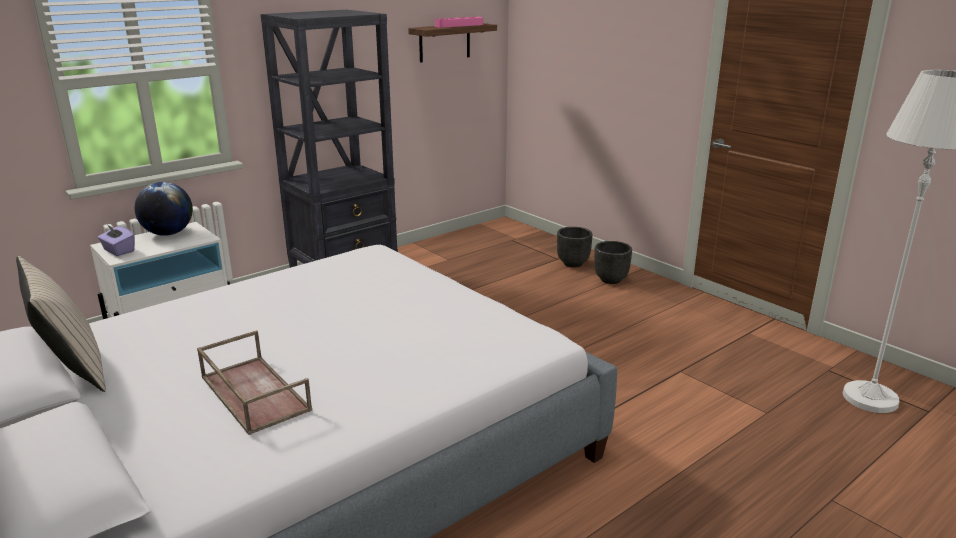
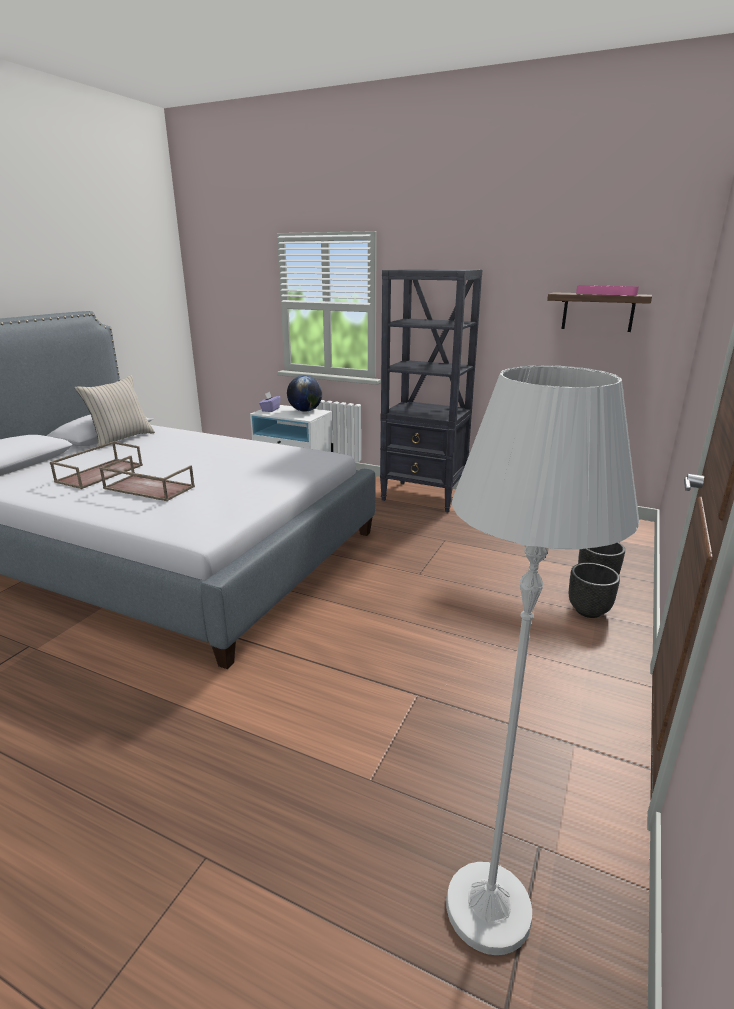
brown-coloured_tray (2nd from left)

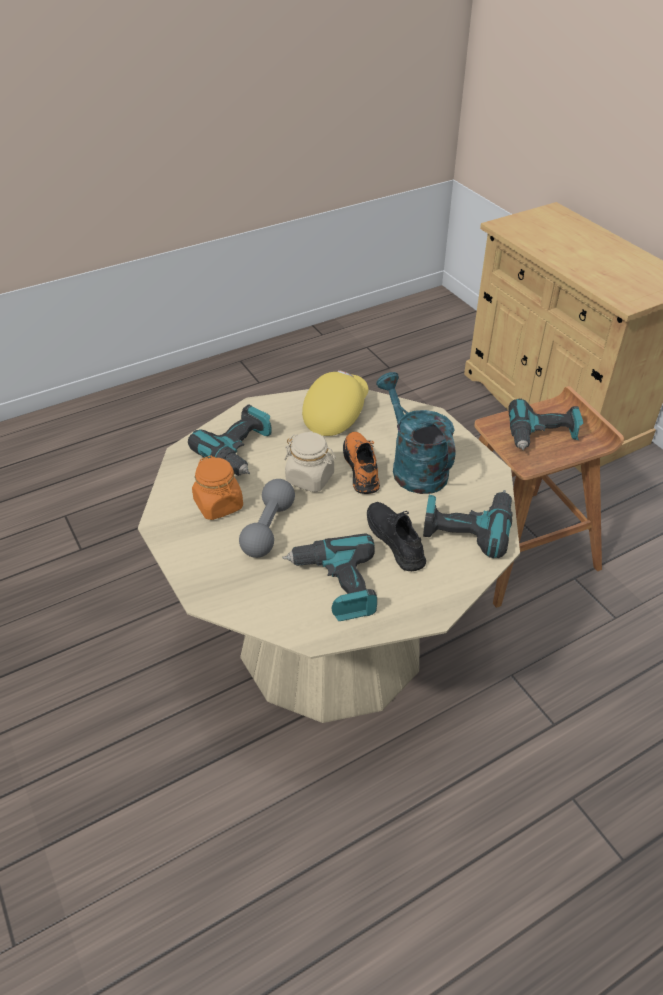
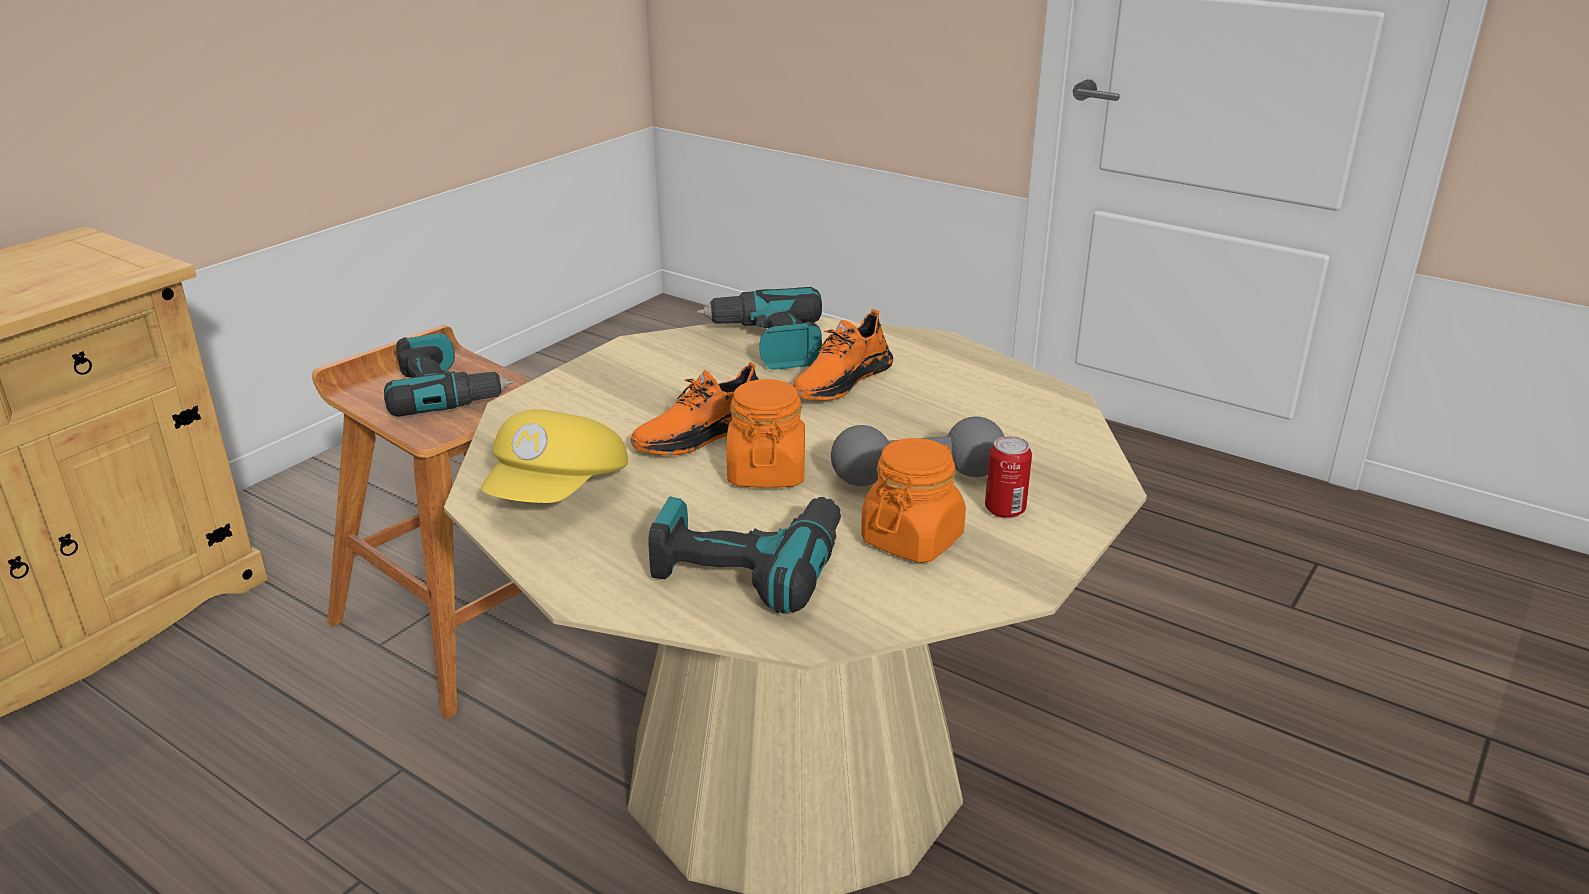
electric_drill (2nd from left in the first image)
turquoise-coloured_watering_pot
sealed_can
orange-coloured_preserve_jar (1st from left)
orange-coloured_item_of_footwear (2nd from left)
yellow-coloured_baseball_cap

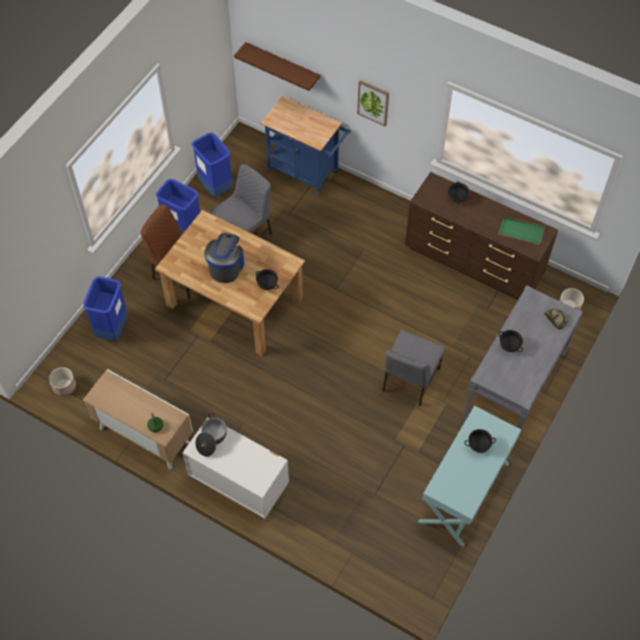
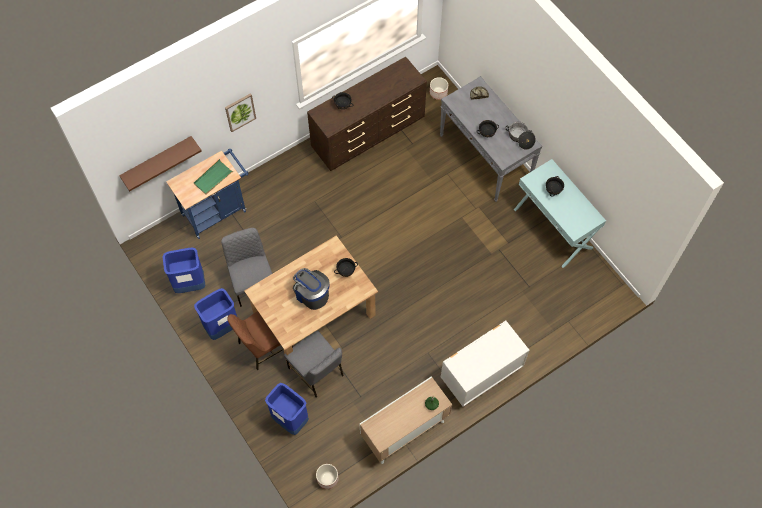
stockpot
grey_chair (2nd from left)
green-coloured_tray

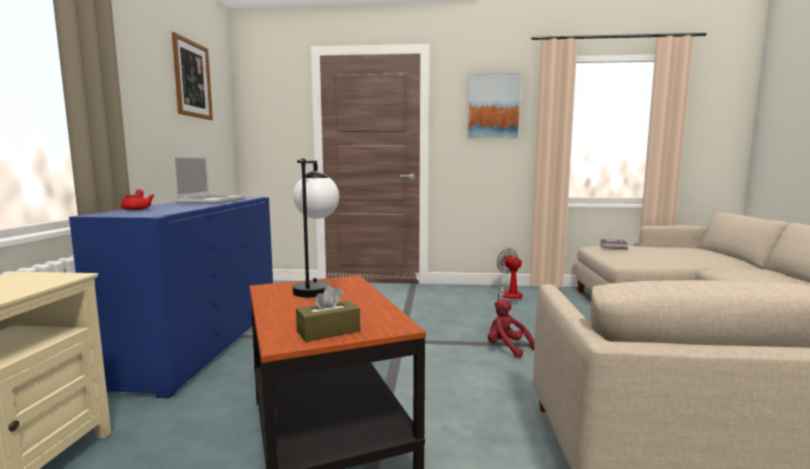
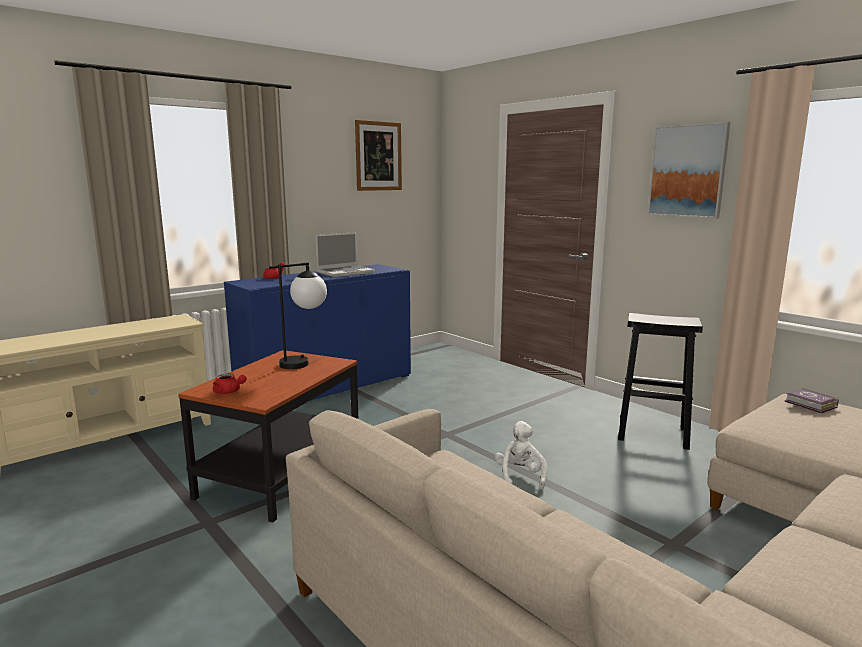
red-coloured_teapot (1st from left)
blackish_sitting_stool
whitish_plush_toy

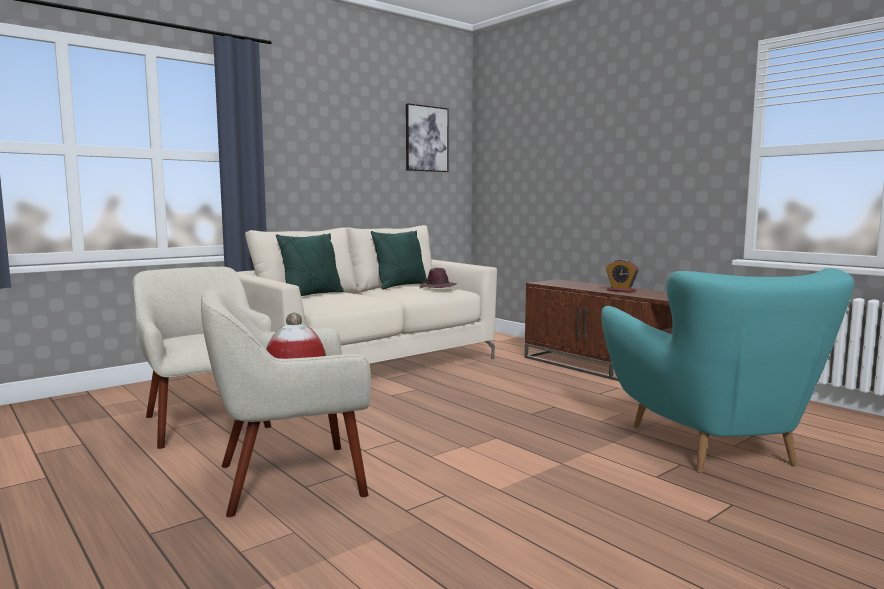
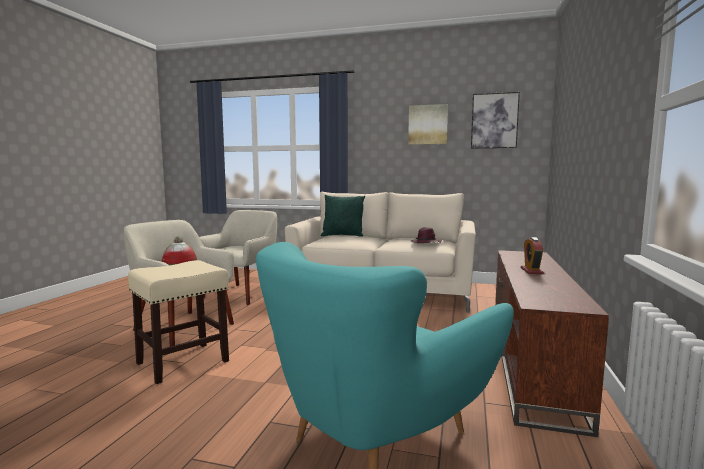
green-coloured_throw_pillow (2nd from left in the first image)
beige-coloured_sitting_stool
wall_picture (1st from left)

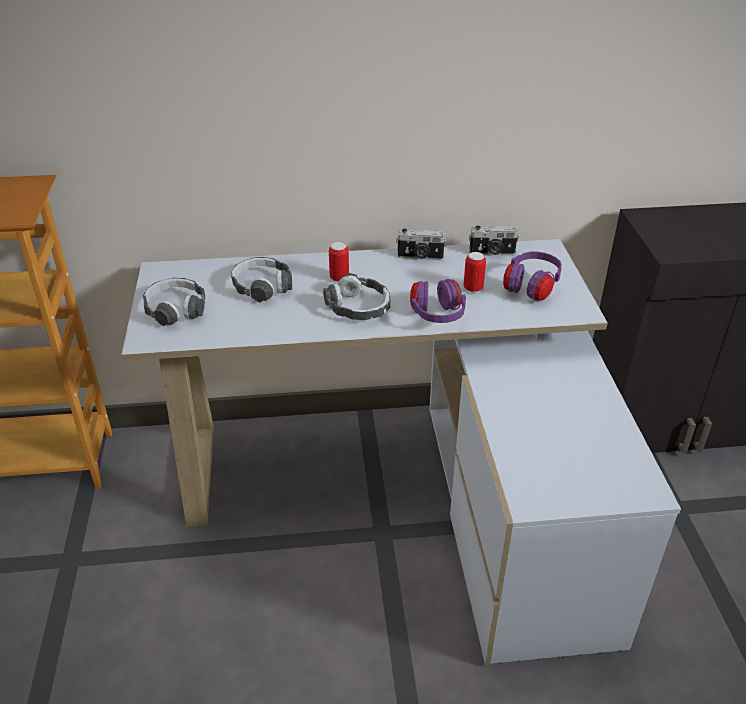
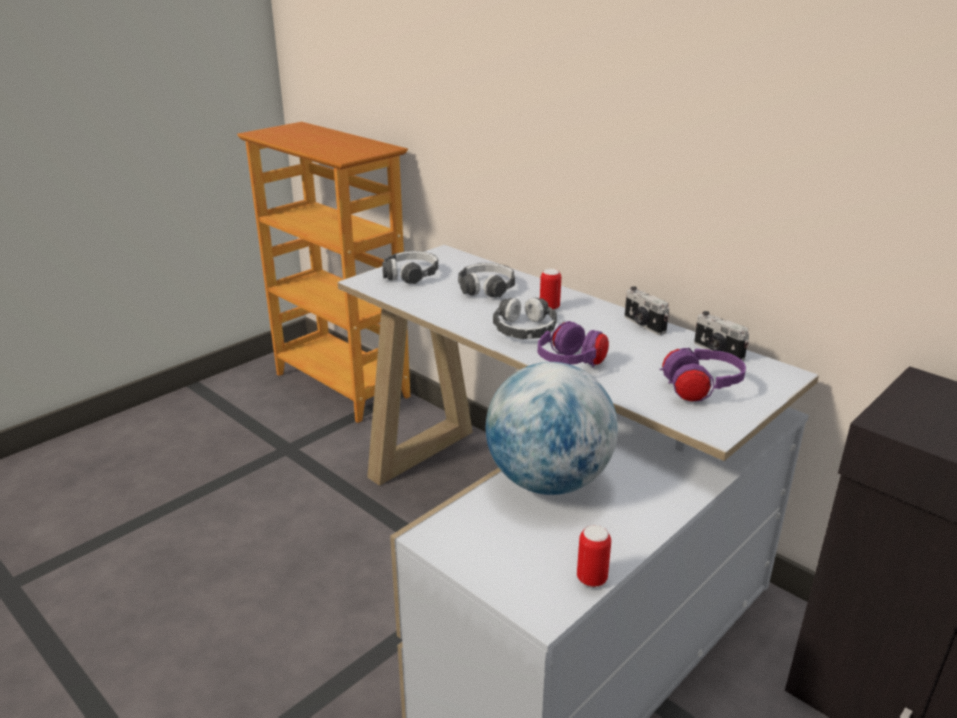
world_globe
sealed_can (2nd from left)

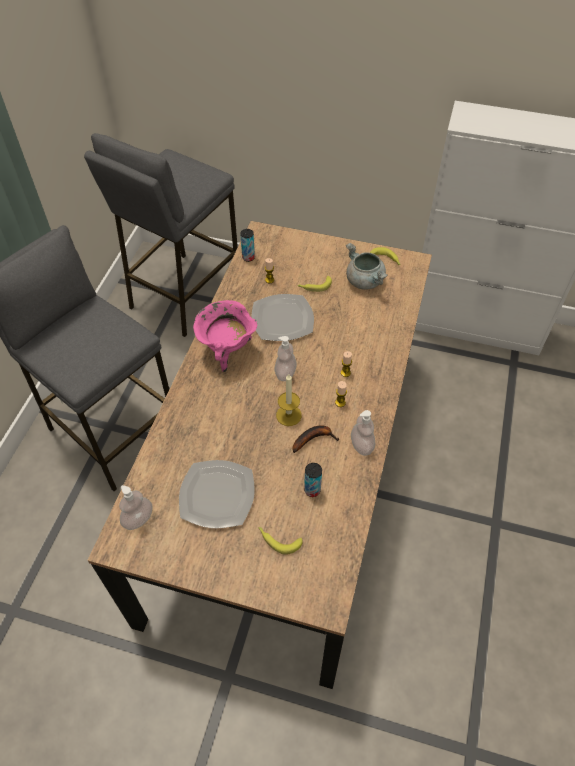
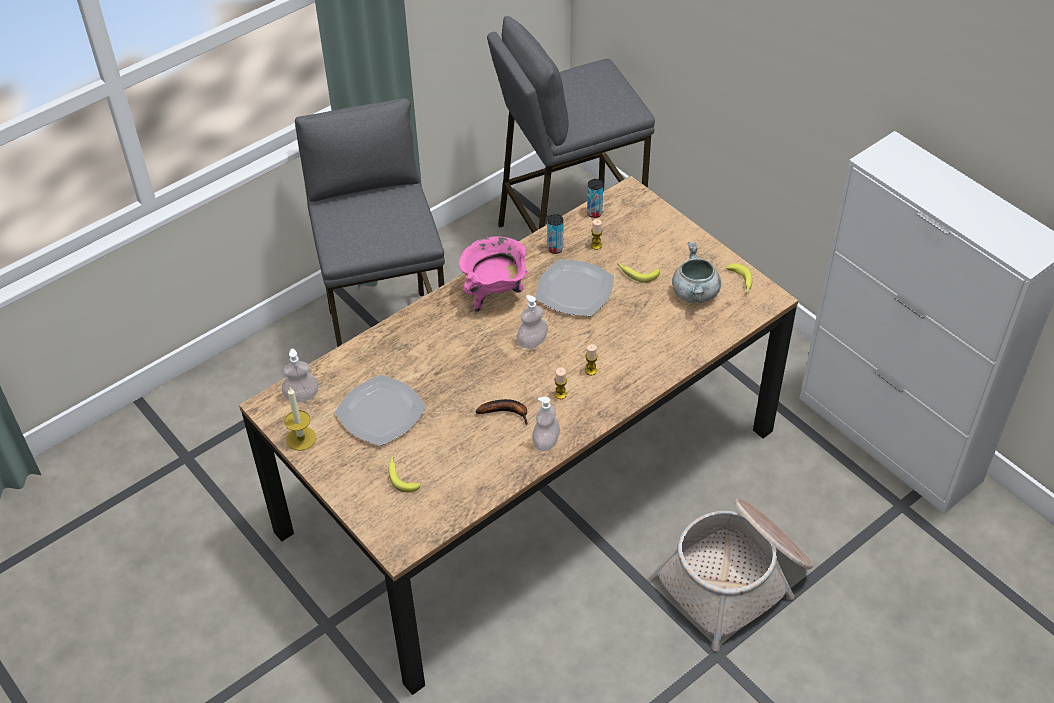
household_basket
candle (1st from left)
sealed_can (1st from left)

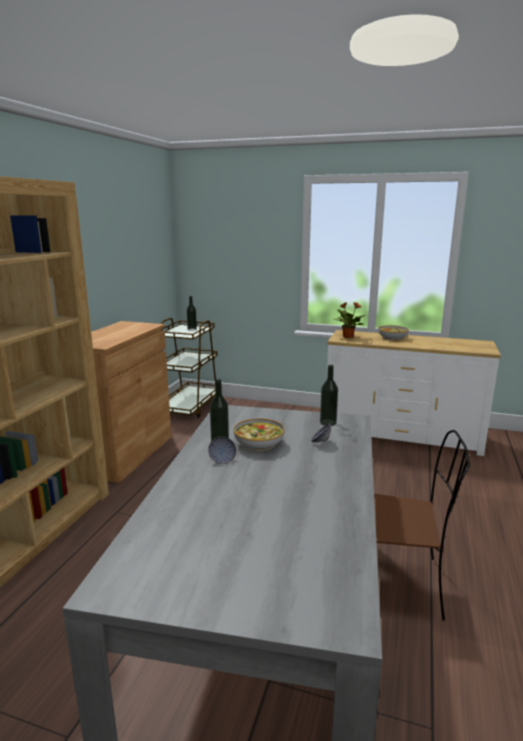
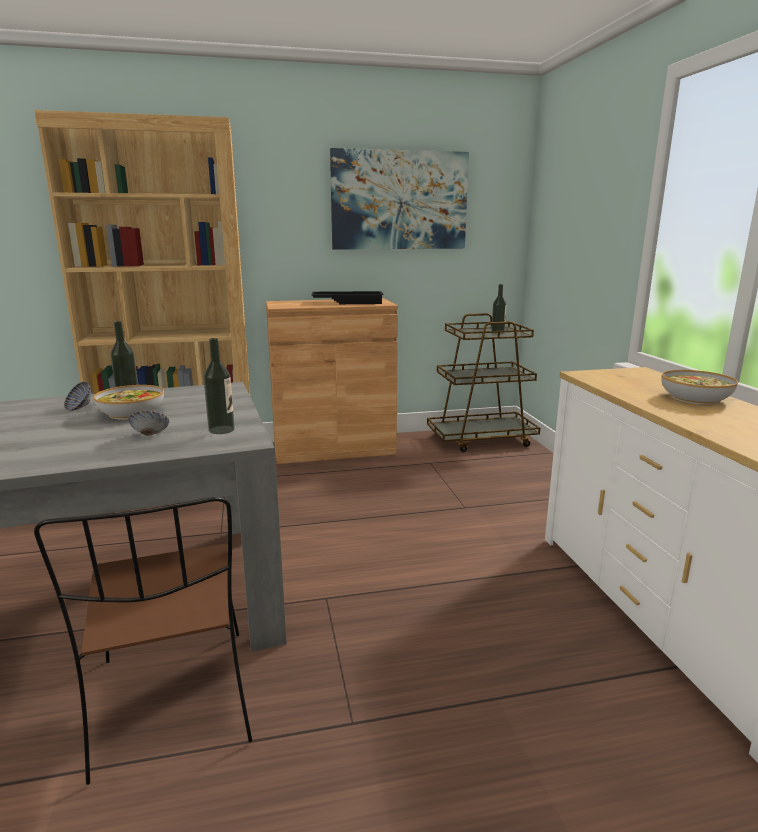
plant_in_a_pot
blackish_tray
wall_picture

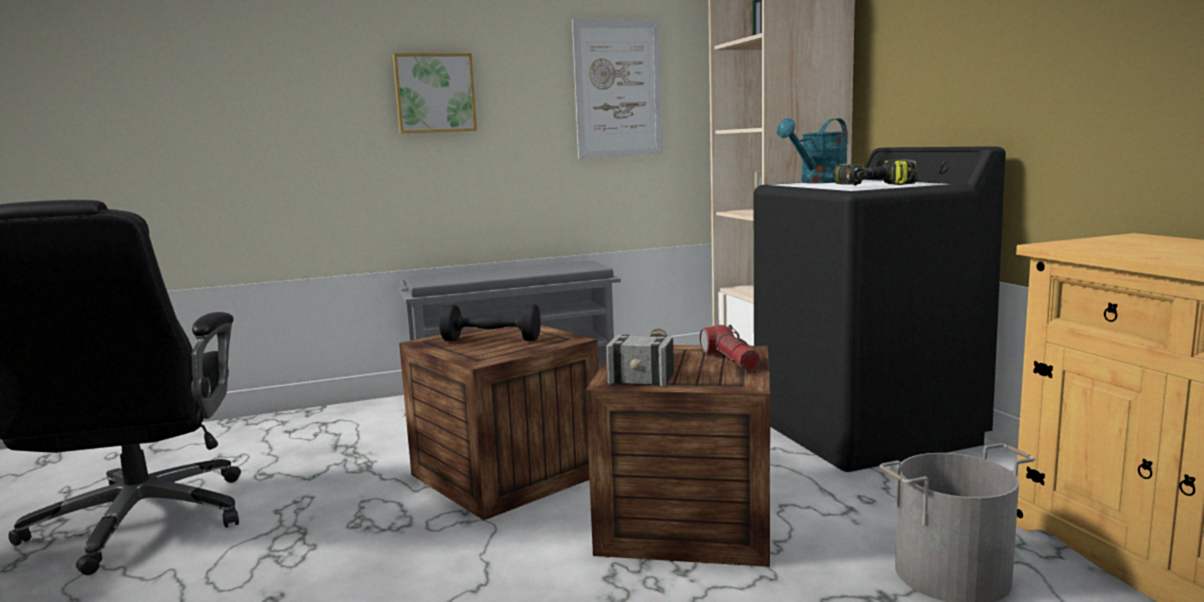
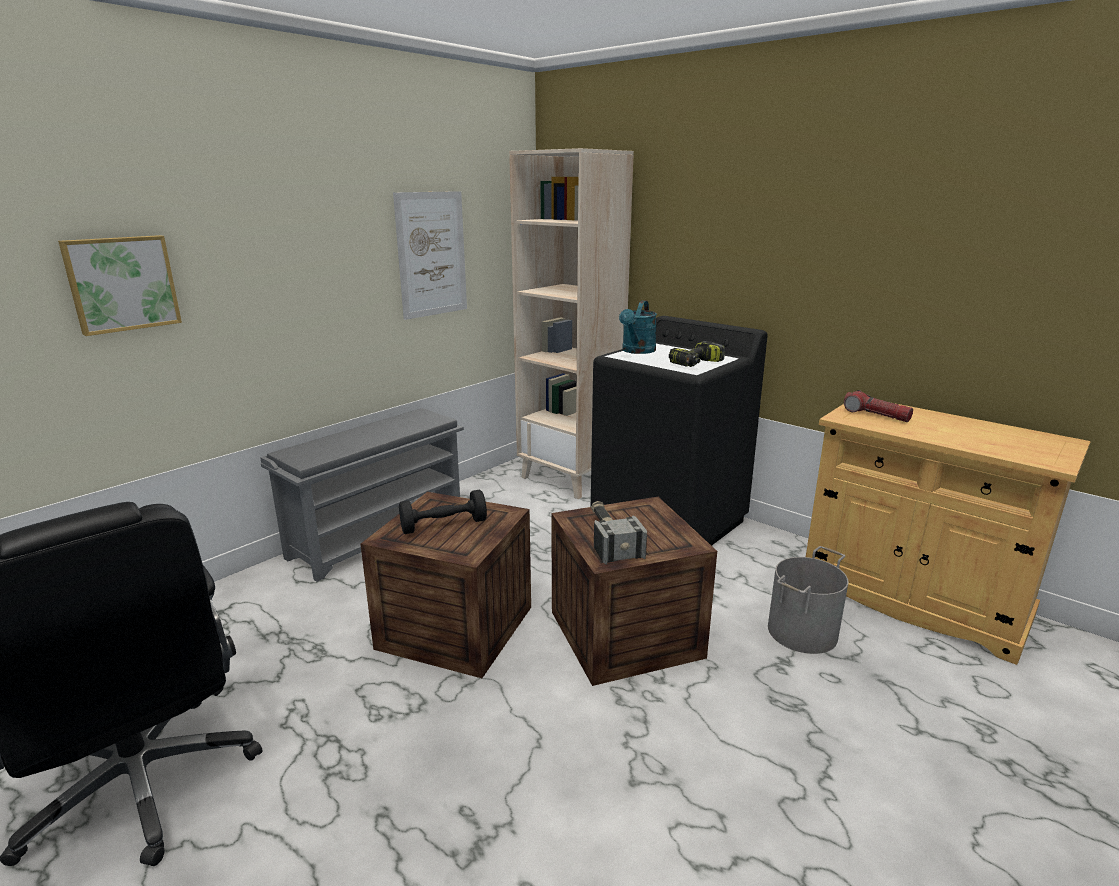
wall_picture (1st from left)
flashlight

